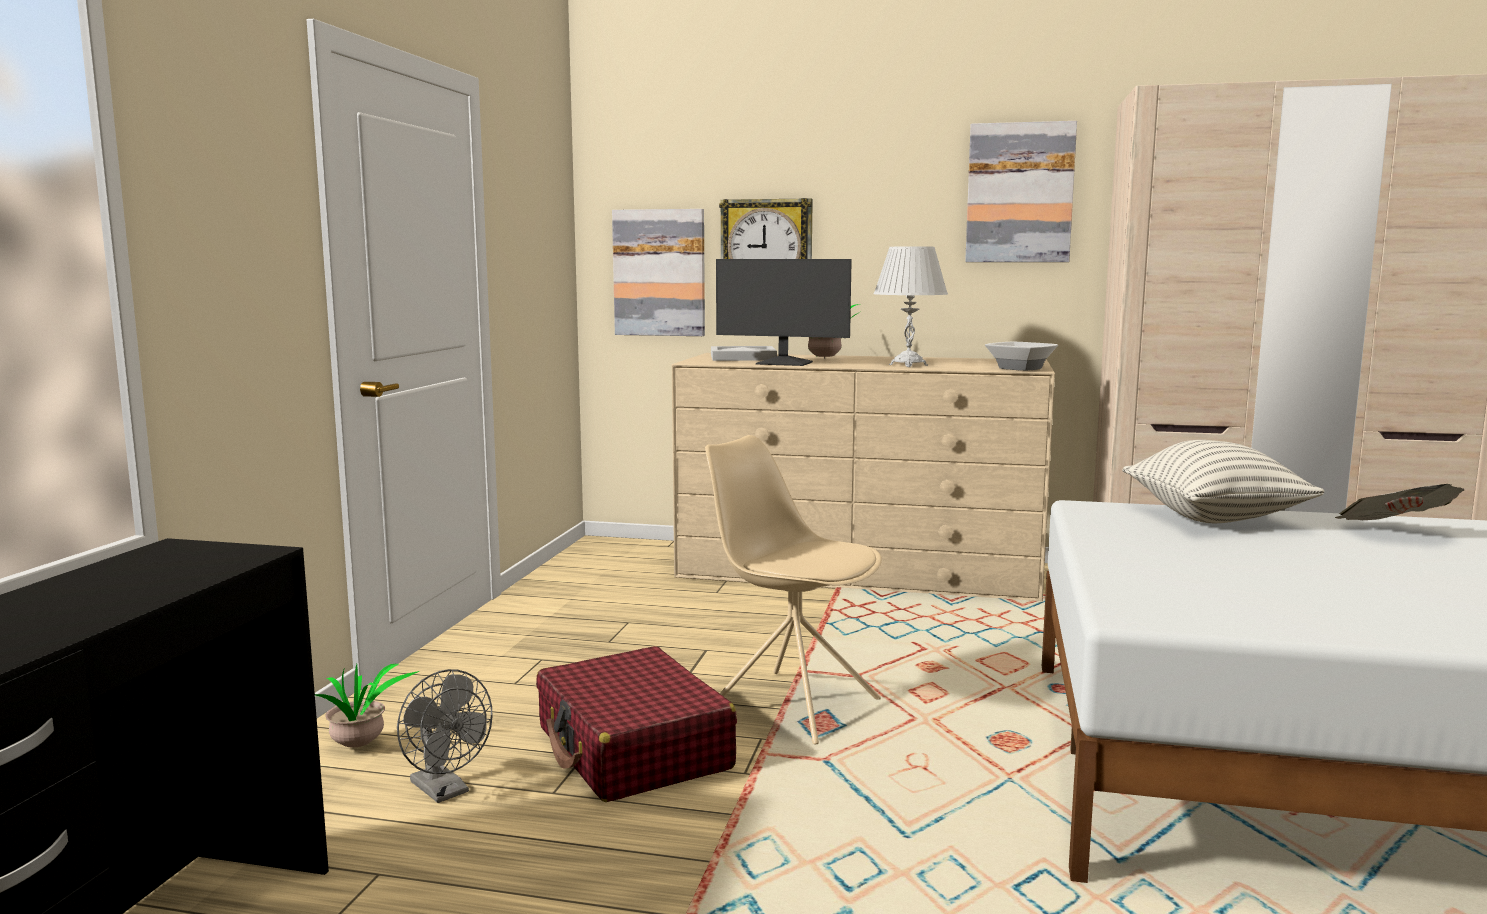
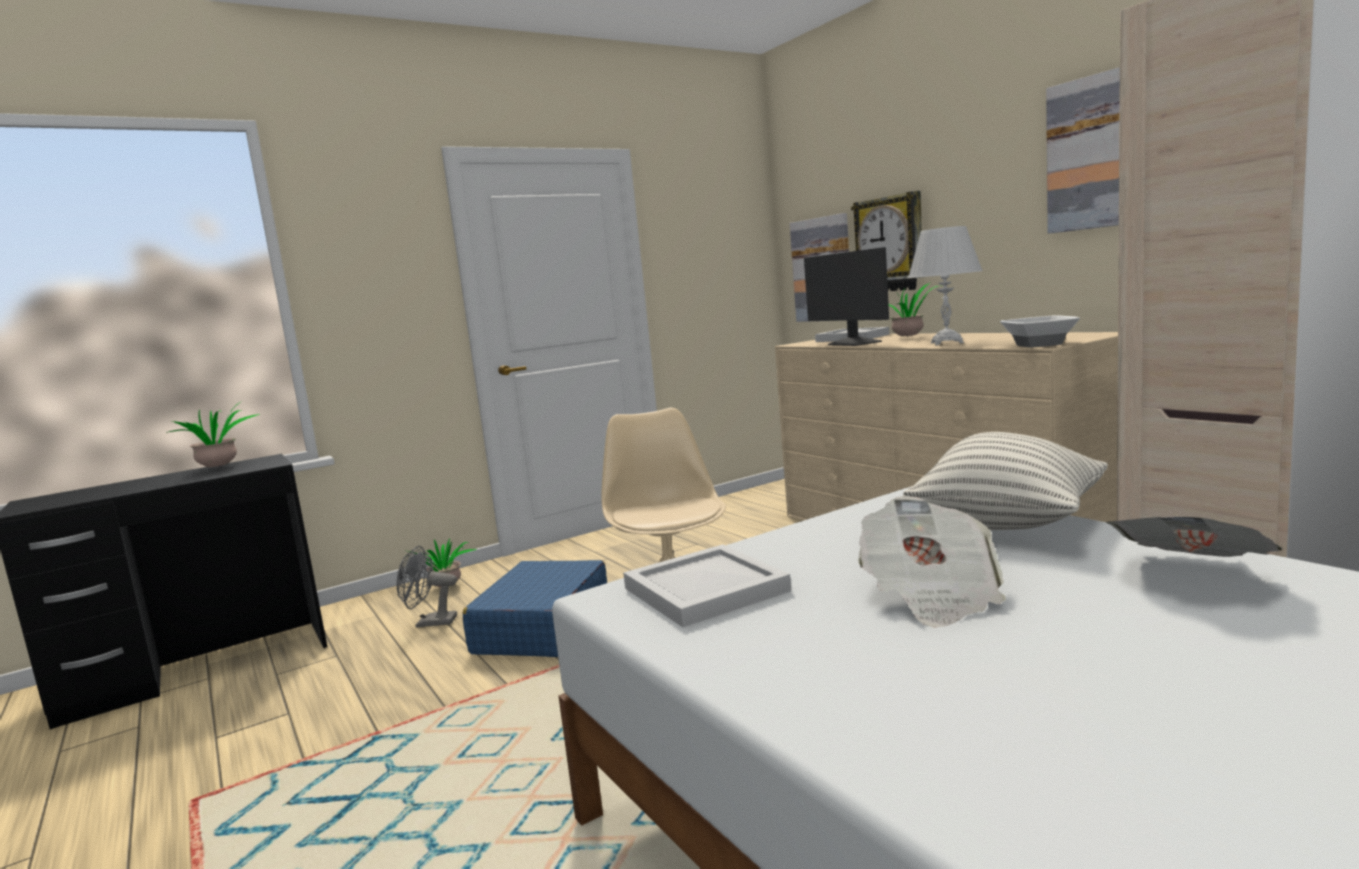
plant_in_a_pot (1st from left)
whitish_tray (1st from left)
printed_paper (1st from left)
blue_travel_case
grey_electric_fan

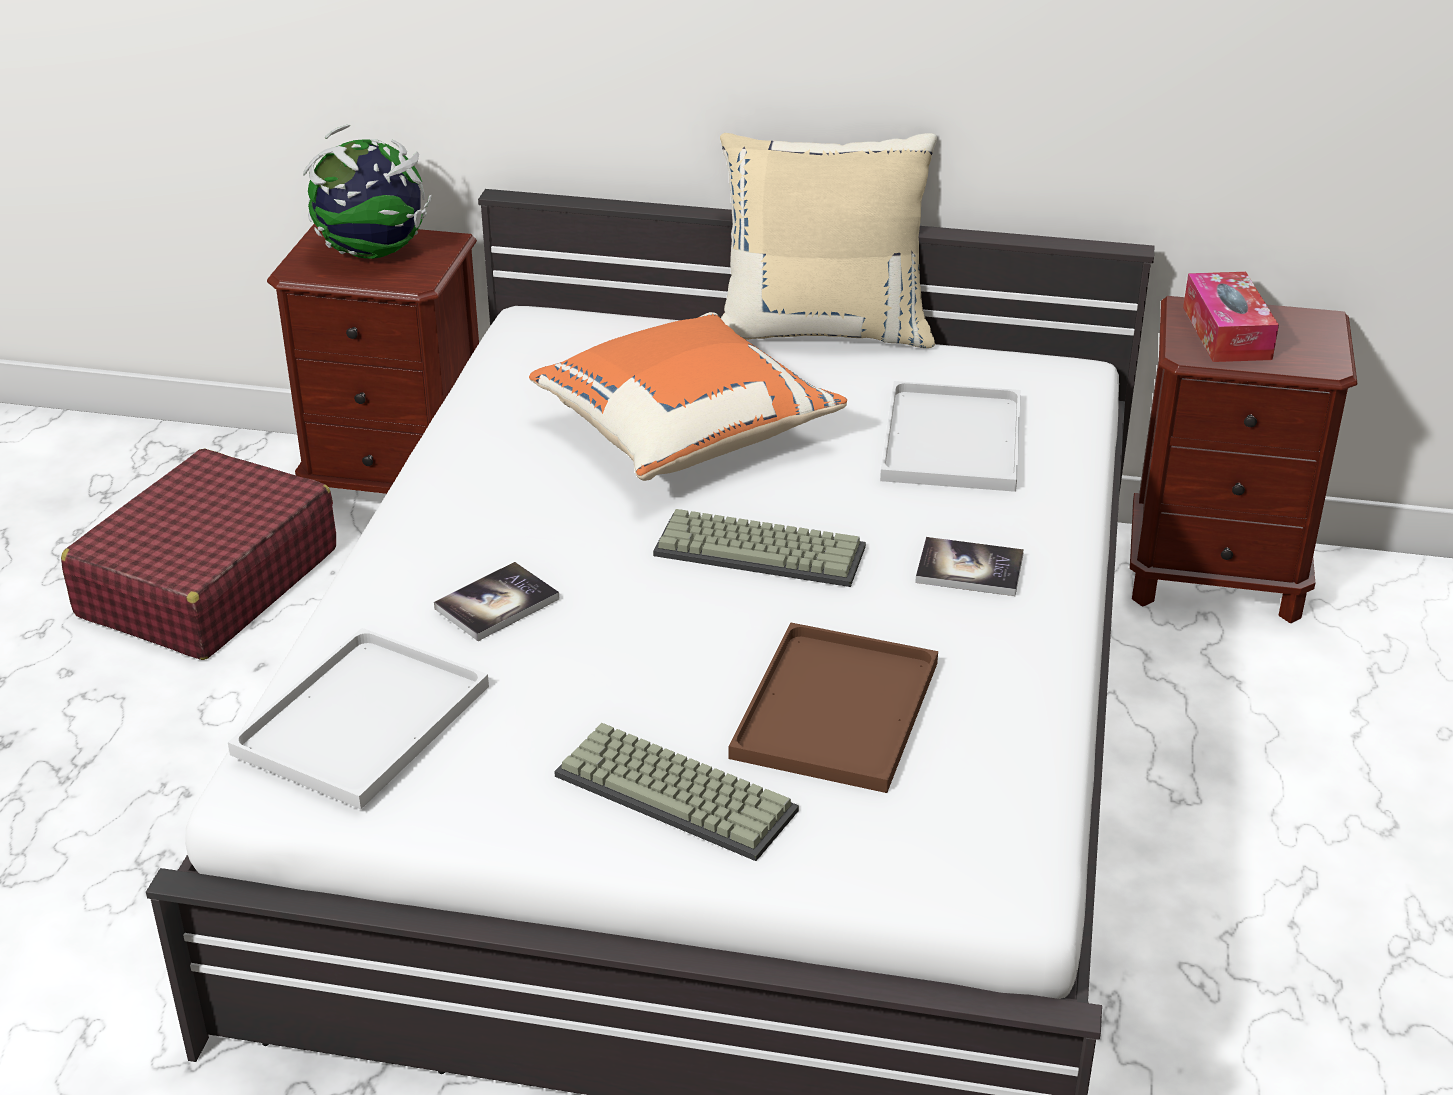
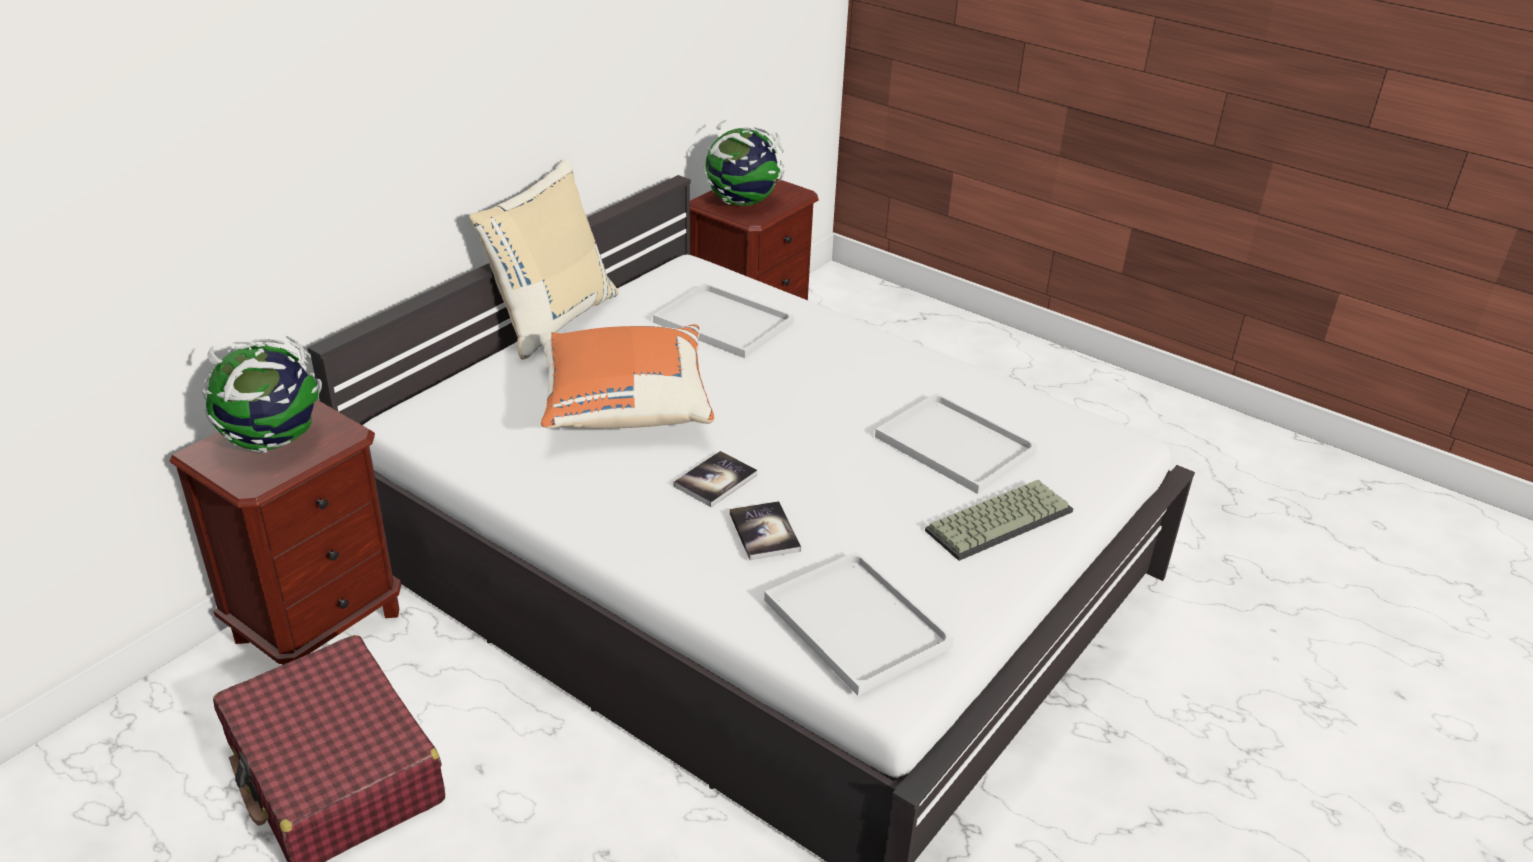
keyboard (2nd from left in the first image)
book (1st from left)
world_globe (2nd from left)
whitish_tray (3rd from left)

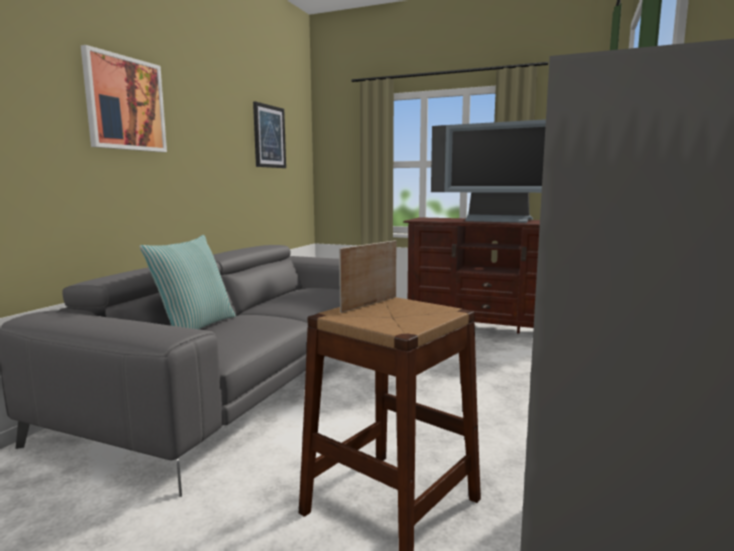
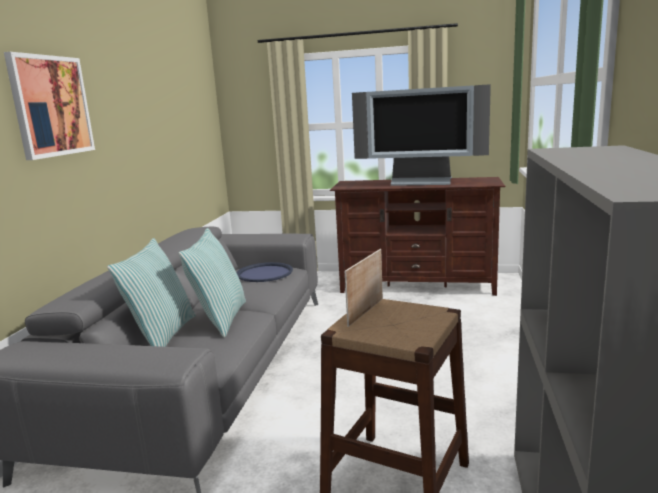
wall_picture (2nd from left in the first image)
throw_pillow (2nd from left)
blue_tray

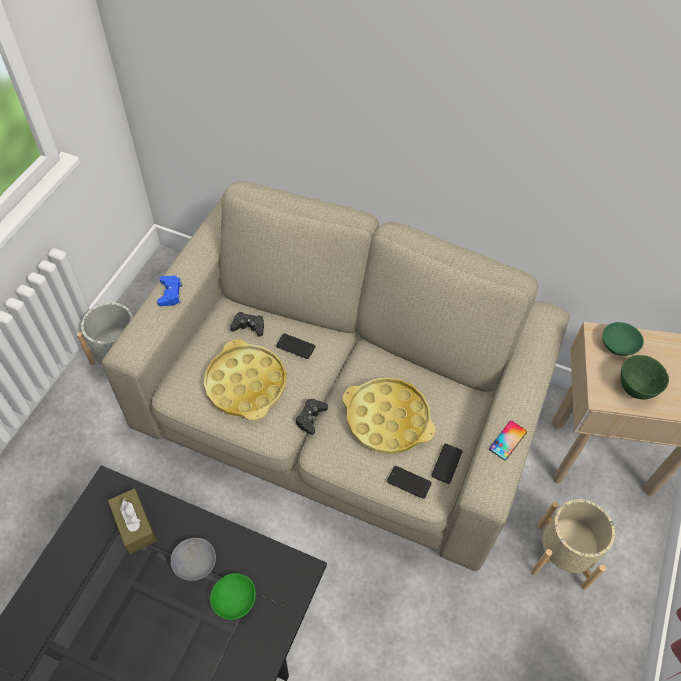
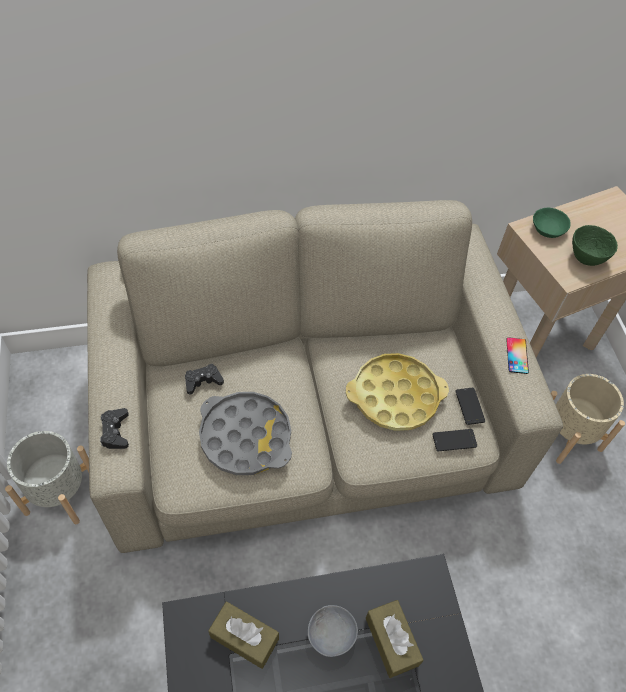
blue_game_controller
telephone (1st from left in the first image)
blackish_game_controller (1st from left)
brown-coloured_tissue_box (2nd from left)
grey_tray

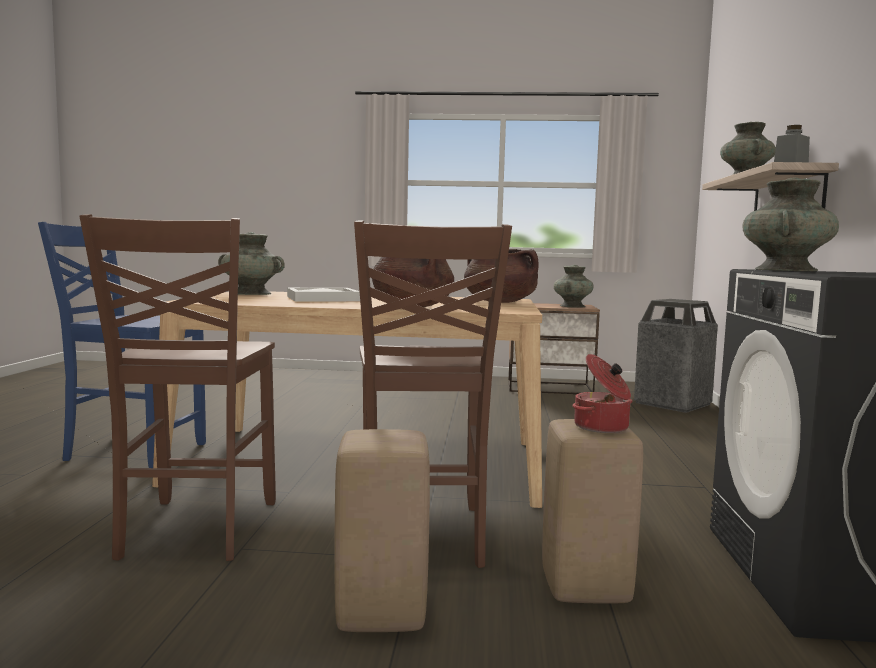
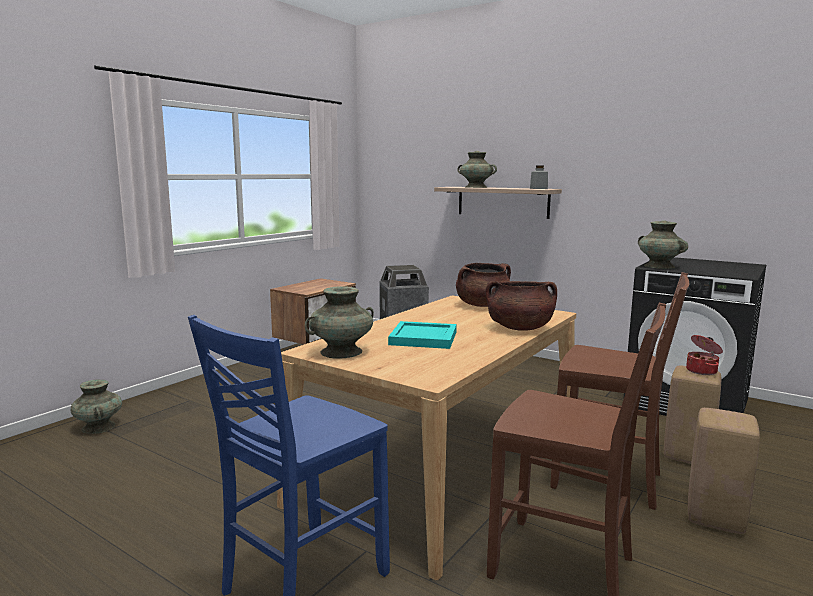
turquoise-coloured_decorative_vase (1st from left)
turquoise-coloured_tray

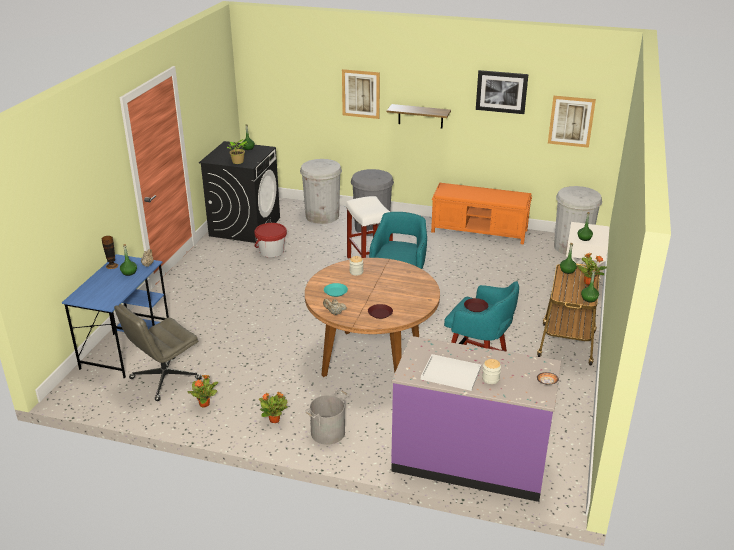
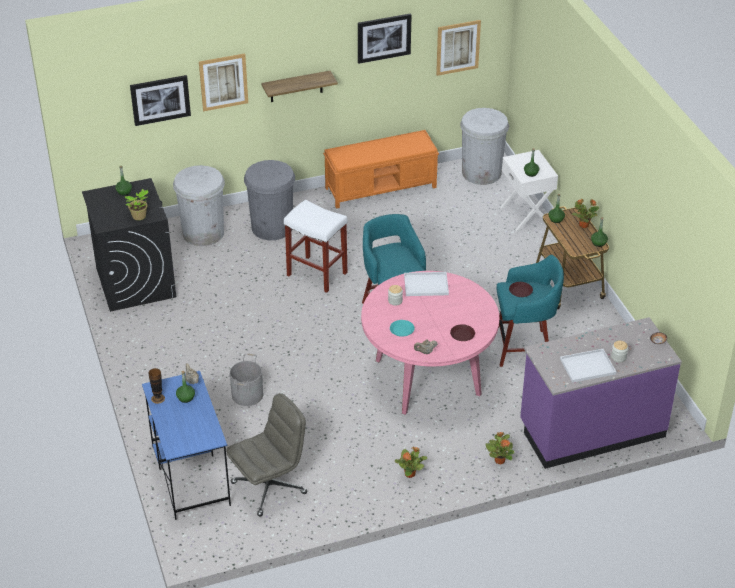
red-coloured_water_bucket
wall_picture (1st from left)
whitish_tray (1st from left)
plant_in_a_pot (3rd from left)
grey_water_bucket
pink-coloured_dinner_table
grey_desk_chair

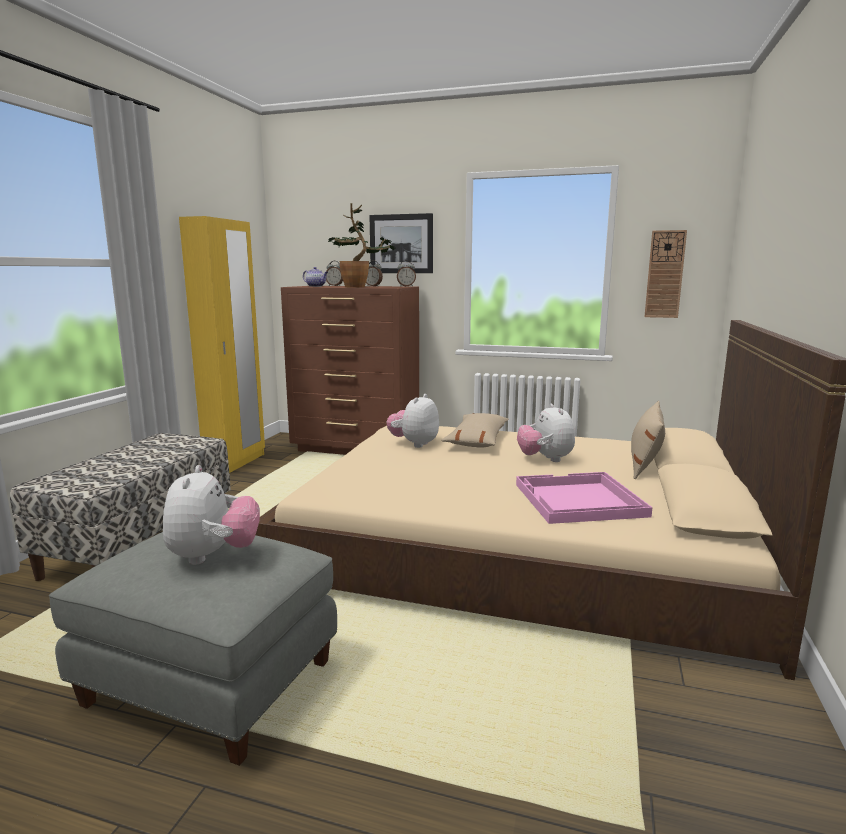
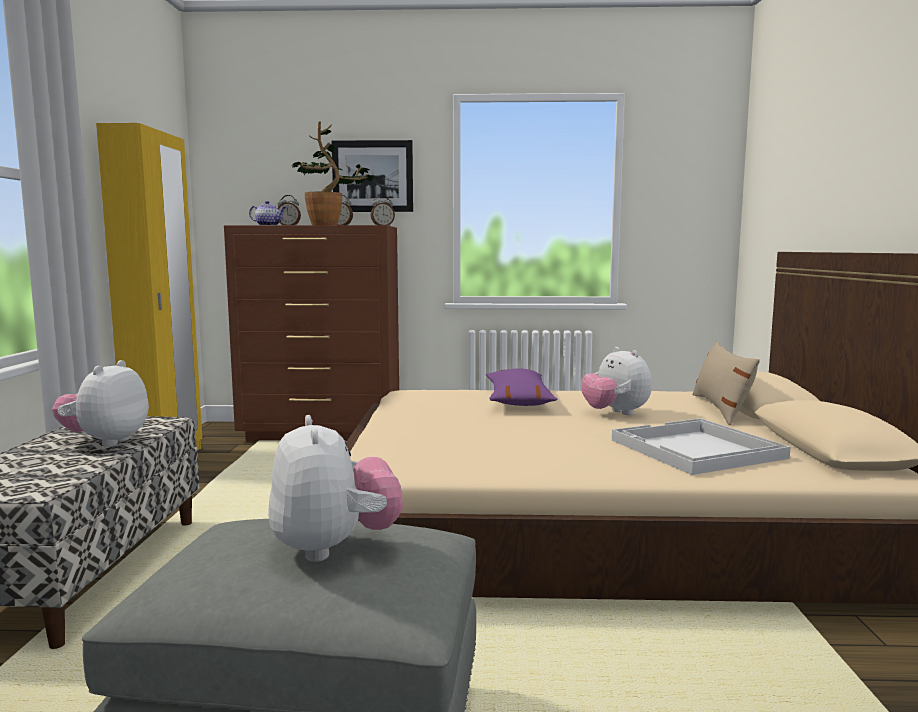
clock_on_the_wall
plush_toy (1st from left)
purple-coloured_throw_pillow
whitish_tray

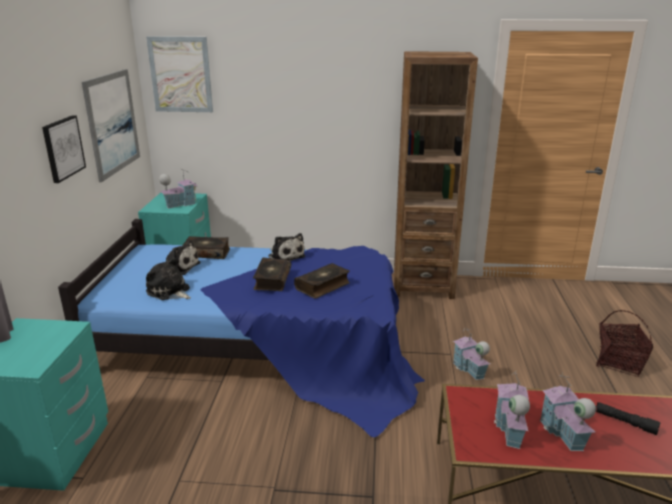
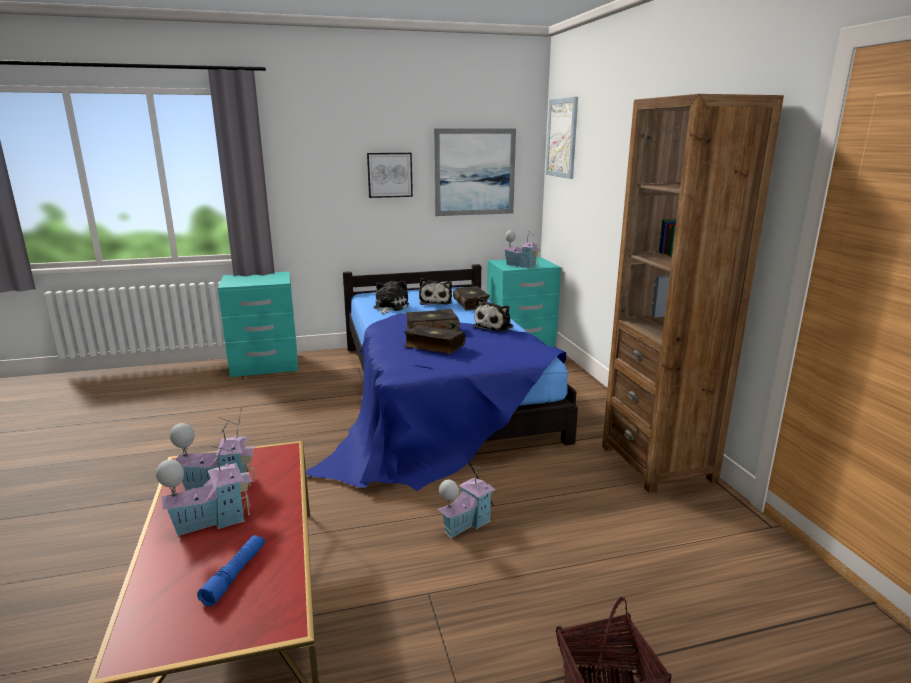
blue_flashlight

